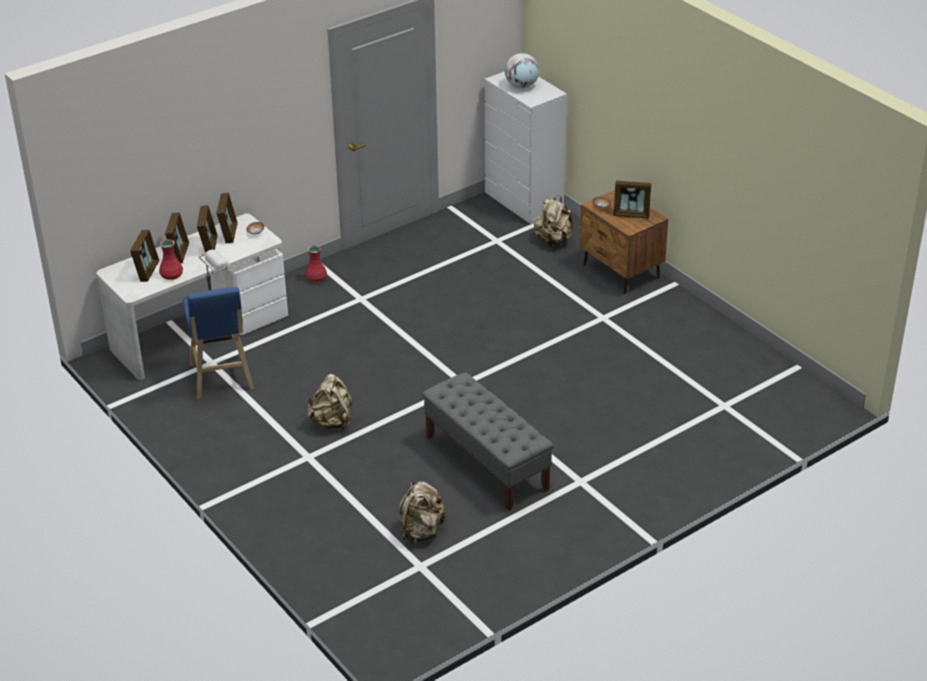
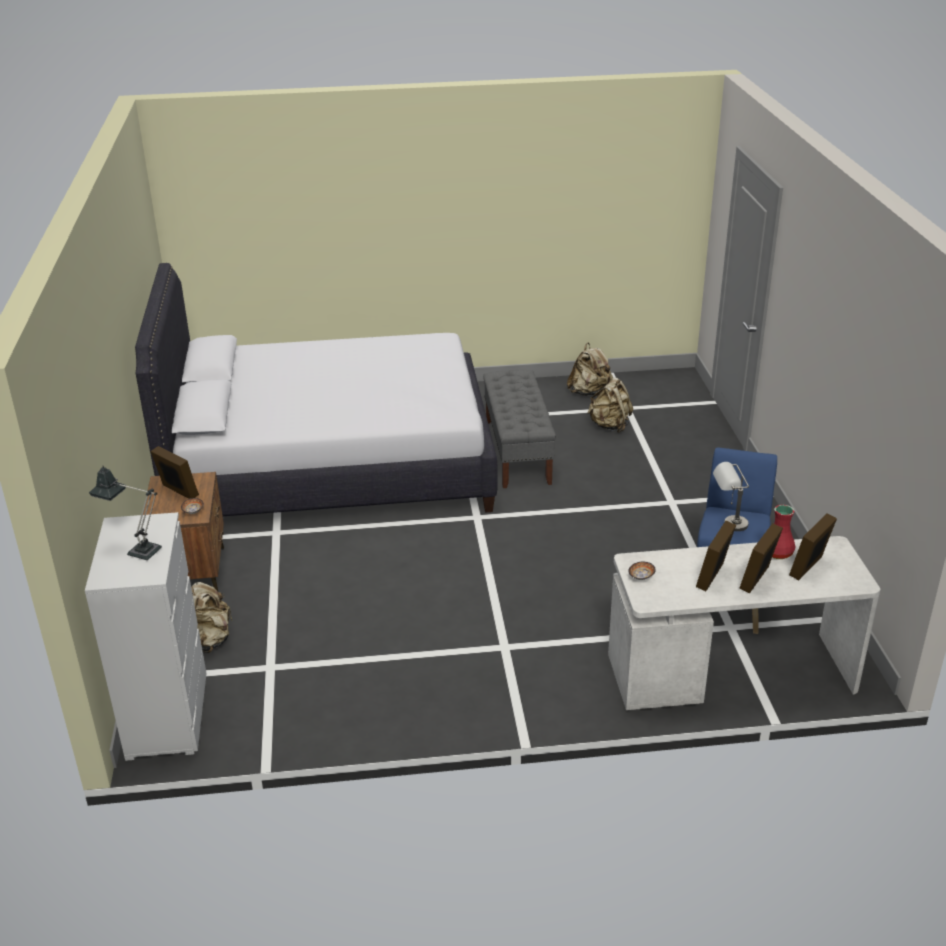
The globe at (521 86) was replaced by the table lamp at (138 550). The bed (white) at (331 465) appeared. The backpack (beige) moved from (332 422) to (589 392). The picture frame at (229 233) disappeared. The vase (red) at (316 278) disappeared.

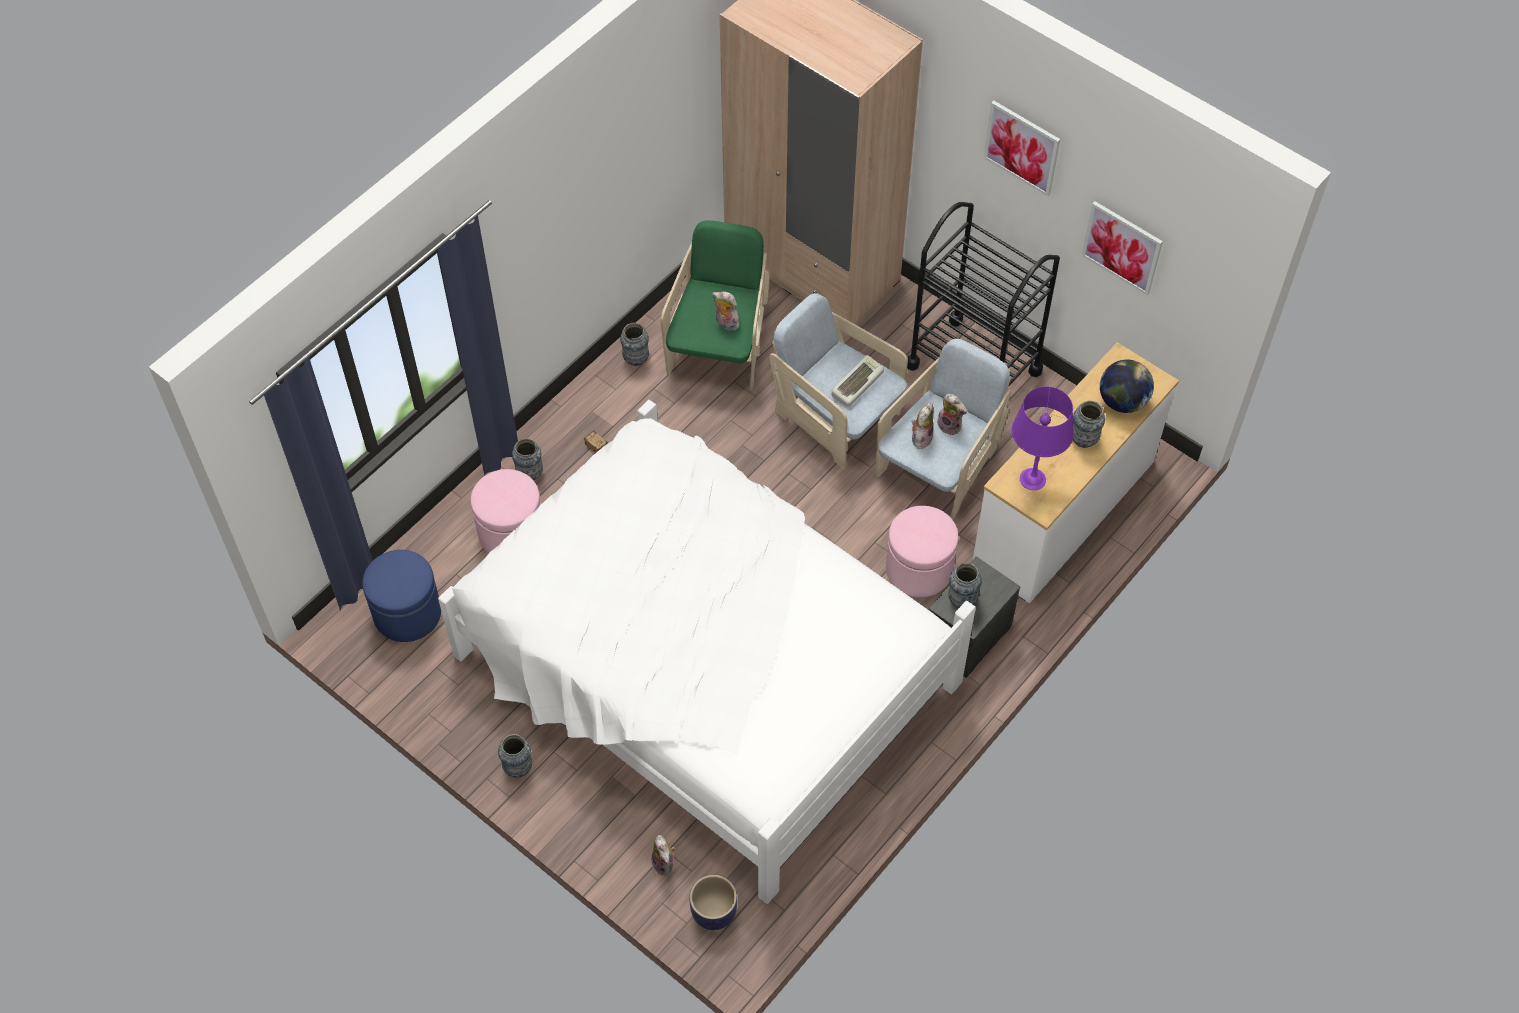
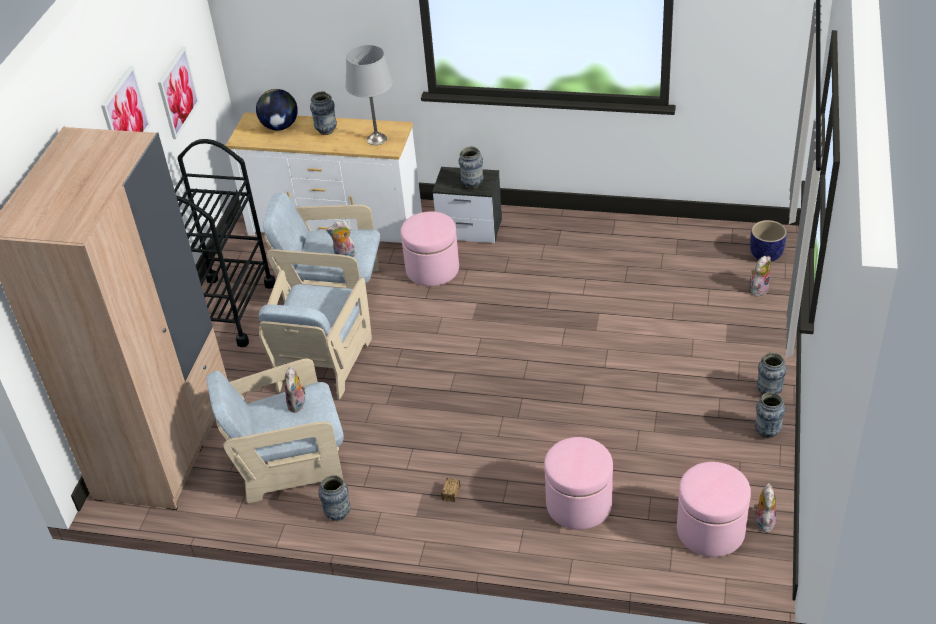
The armchair (green) at (719 347) became the armchair (beige) at (290 464). The table lamp (purple) at (1033 479) became the table lamp (grey) at (376 139). The ottoman (blue) at (407 613) became the ottoman (pink) at (710 530). The plush toy moved from (951 425) to (763 521). The vase moved from (530 474) to (767 432). The bed (white) at (703 669) disappeared. The keyboard at (856 383) disappeared.

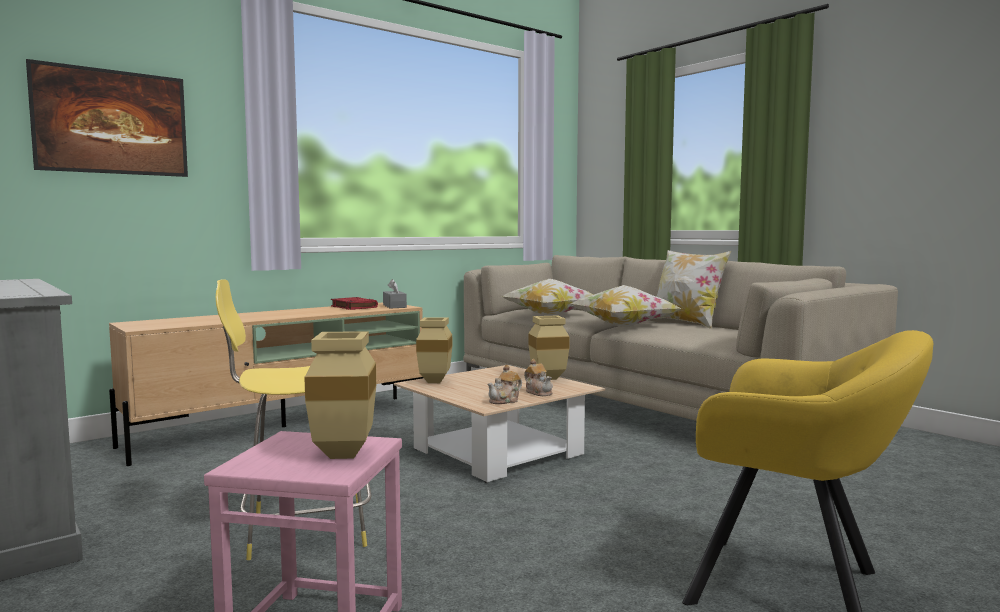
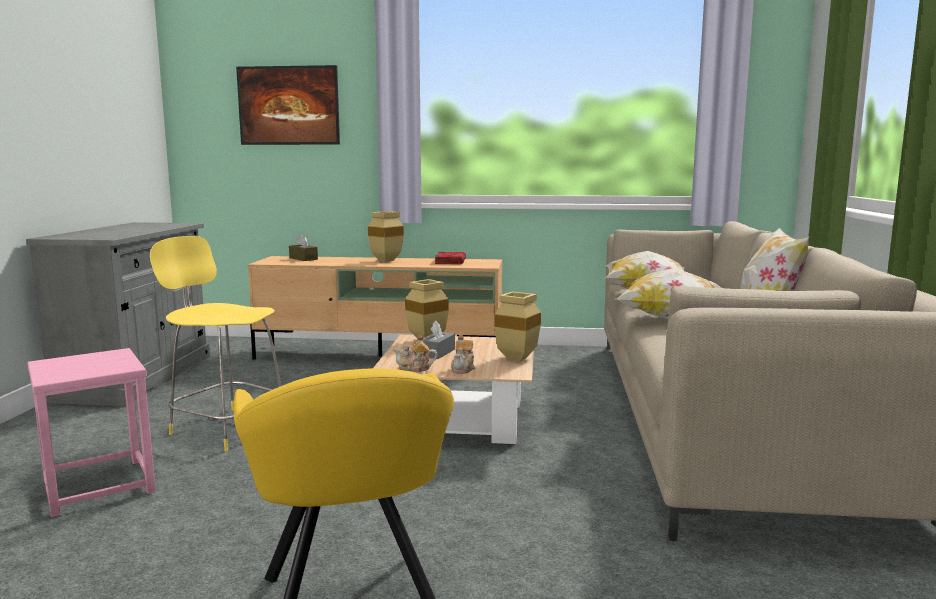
The tissue box (brown) at (303 258) appeared. The vase (beige) moved from (346 455) to (386 261). The tissue box (grey) moved from (394 306) to (437 353).

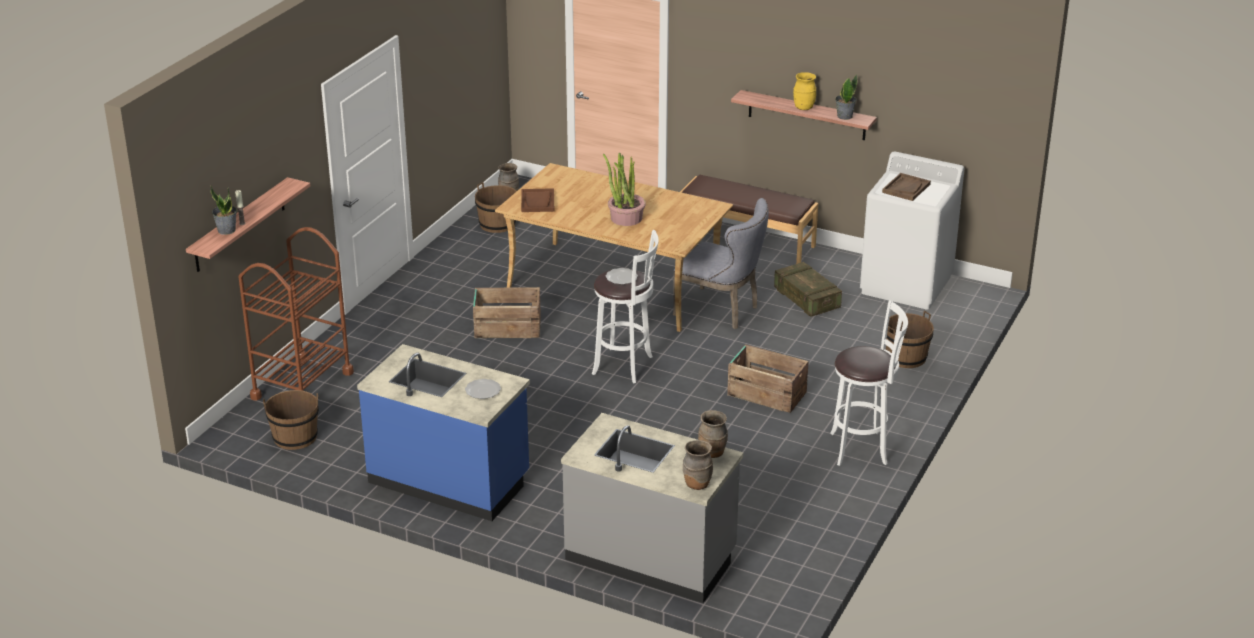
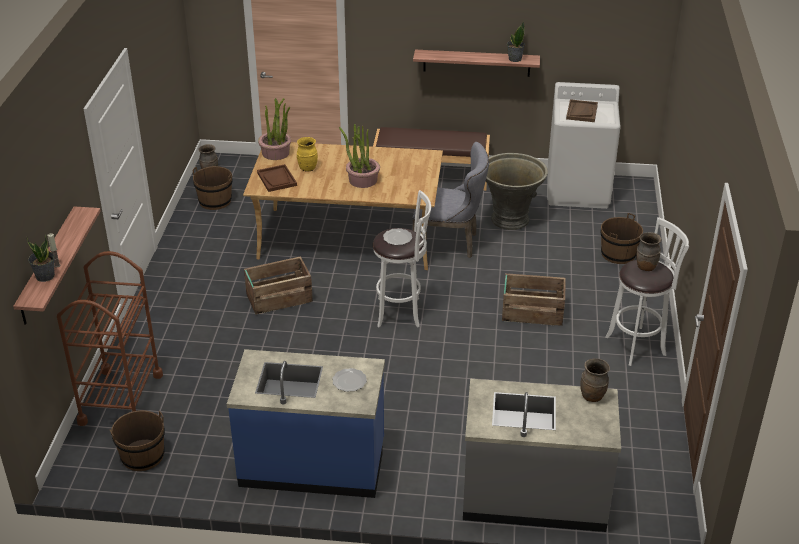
The potted plant at (276 153) appeared. The vase (yellow) moved from (803 107) to (307 168). The crate at (806 299) was replaced by the planter (grey) at (510 219). The vase (brown) moved from (697 484) to (645 267).

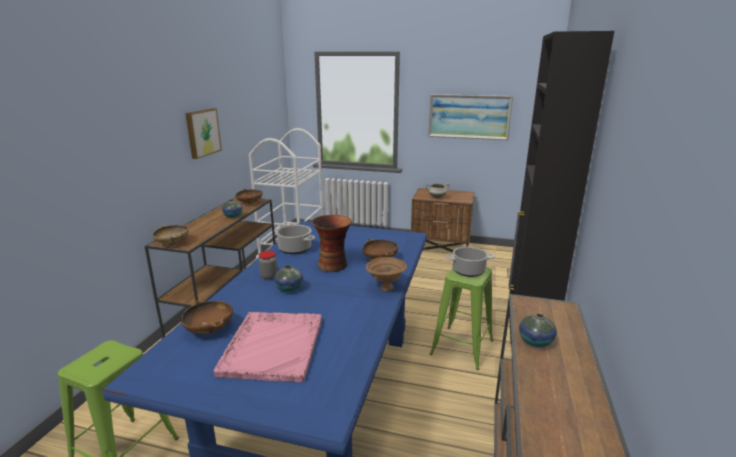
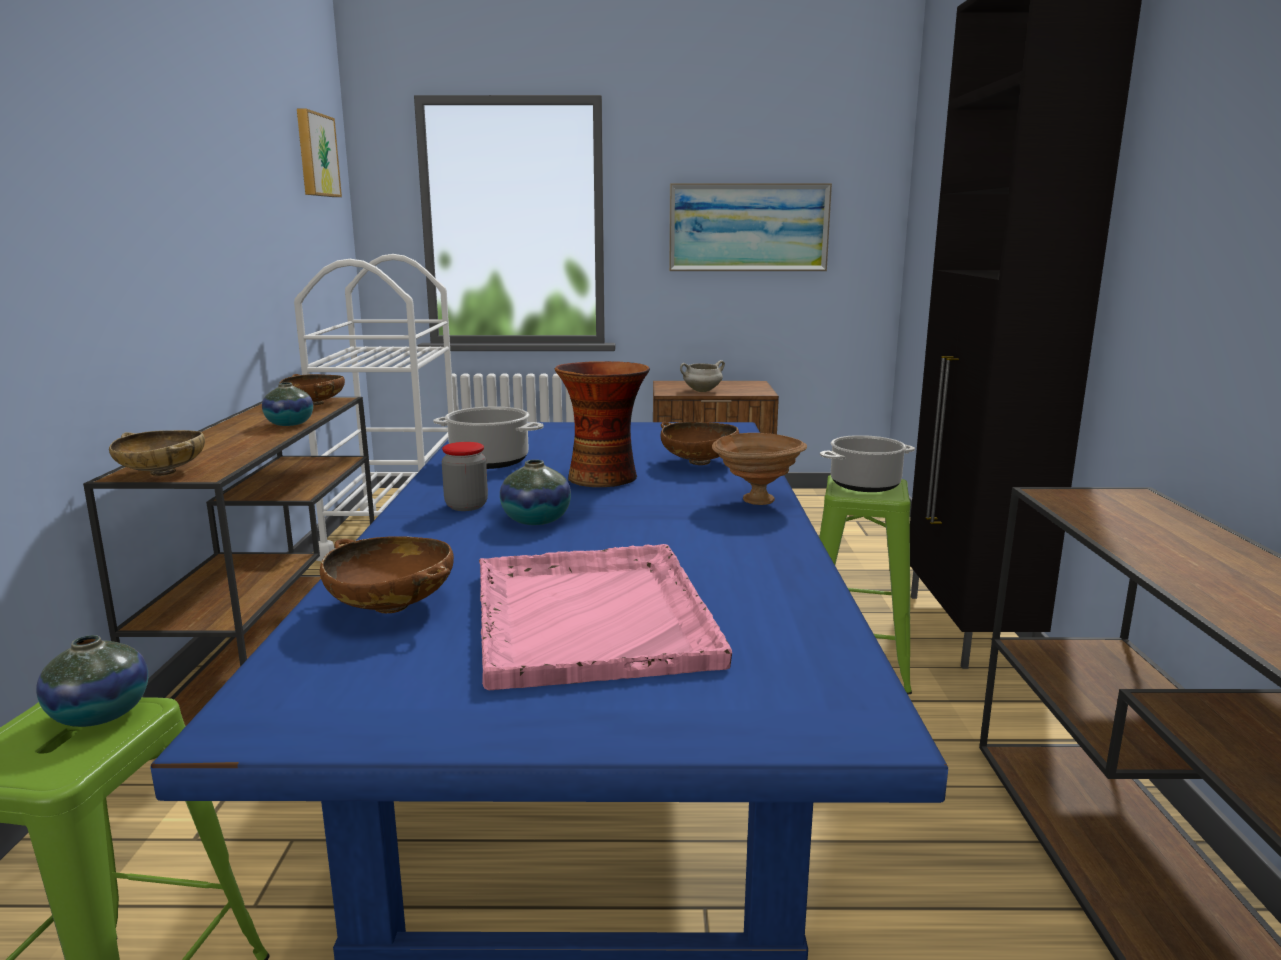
The vase moved from (535 341) to (100 714). The picture moved from (202 132) to (315 155).

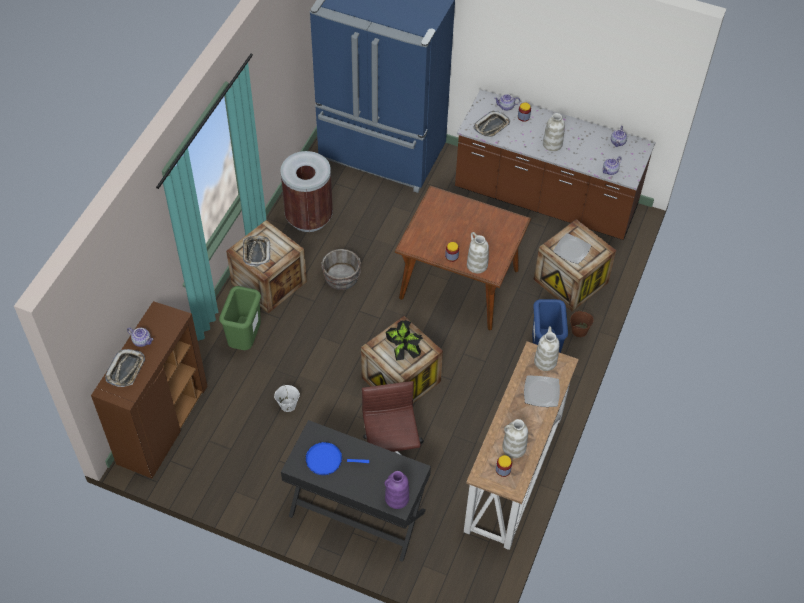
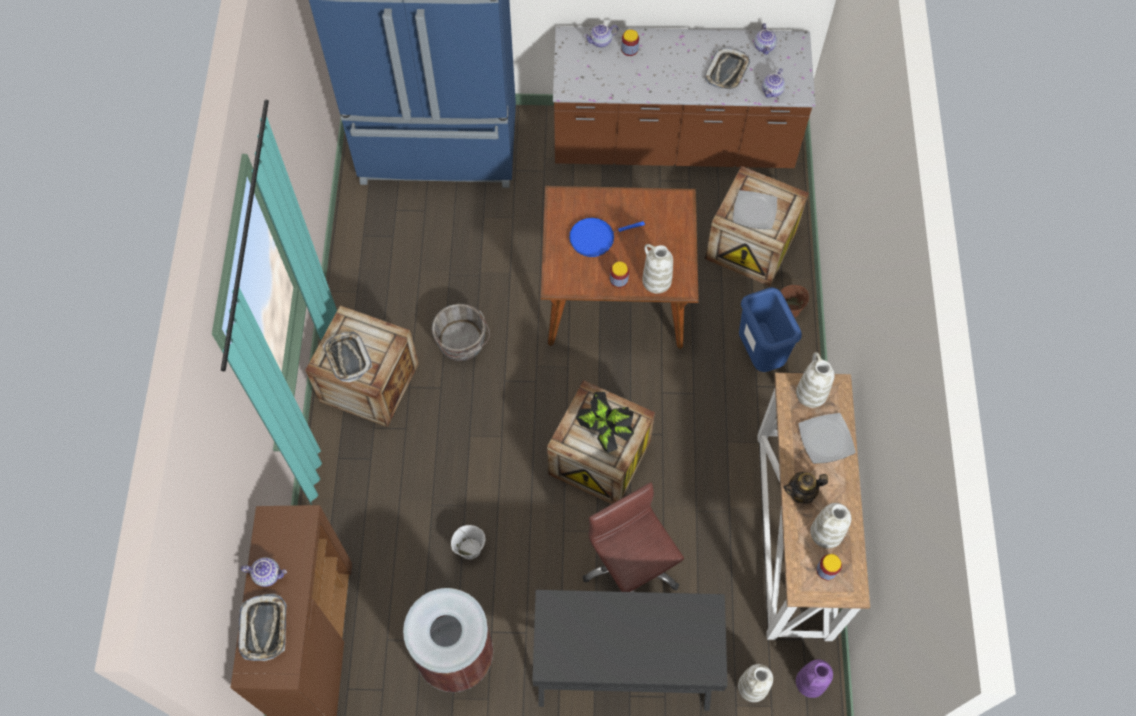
The trash can (brown) moved from (309 217) to (455 656). The frying pan (blue) moved from (327 460) to (595 238). The tray moved from (491 126) to (727 72). The vase (white) moved from (552 144) to (753 687). The teapot at (801 493) appeared. The vase (purple) moved from (396 498) to (810 683). The trash can (green) at (245 340) disappeared.

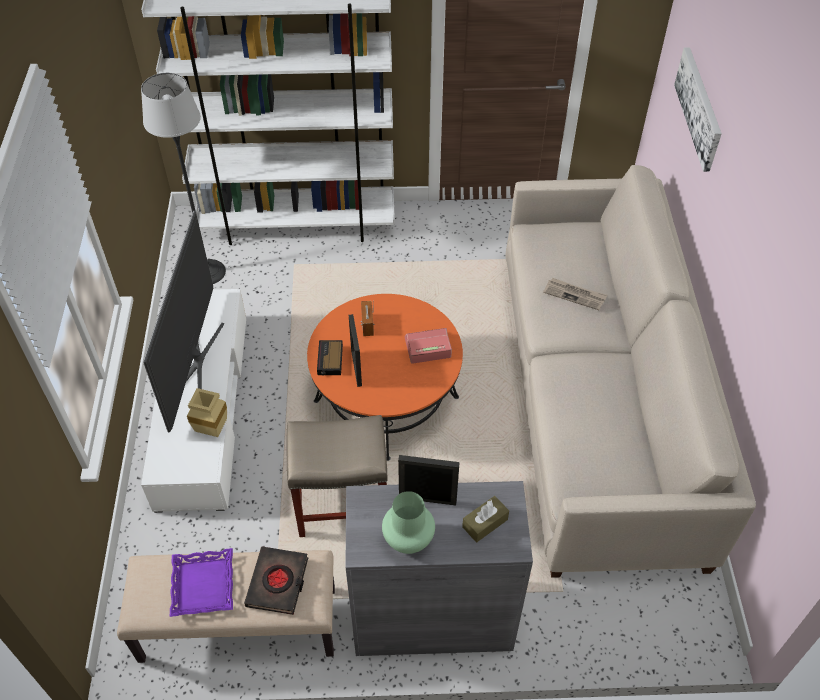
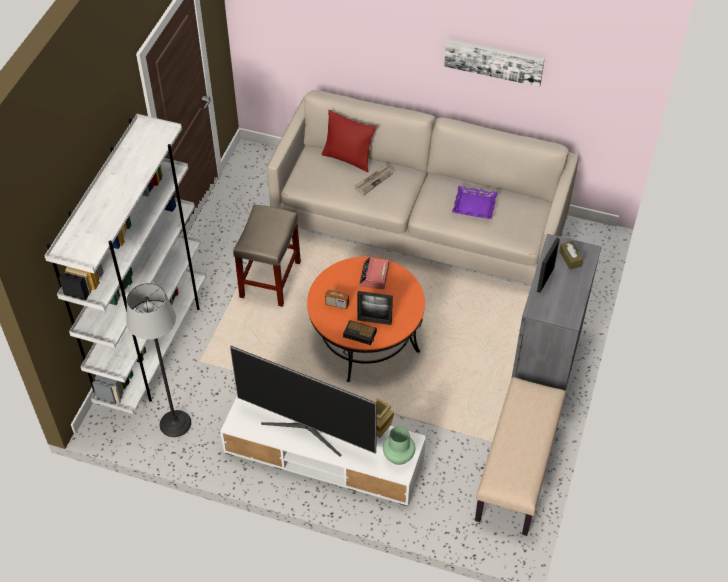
The stool (beige) moved from (341 505) to (270 280). The pillow (red) at (348 159) appeared. The vase (green) moved from (408 539) to (398 456). The picture moved from (699 107) to (494 61). The tray (purple) moved from (202 585) to (474 206). The book (black) at (278 582) disappeared.

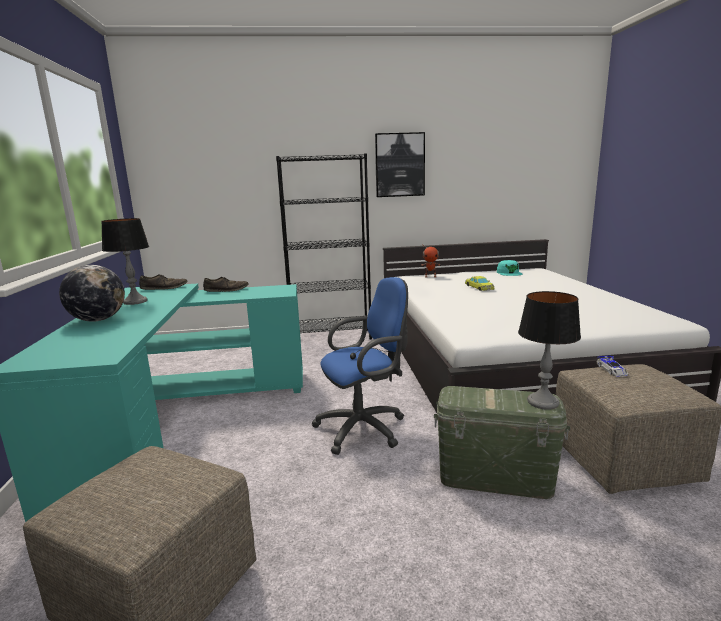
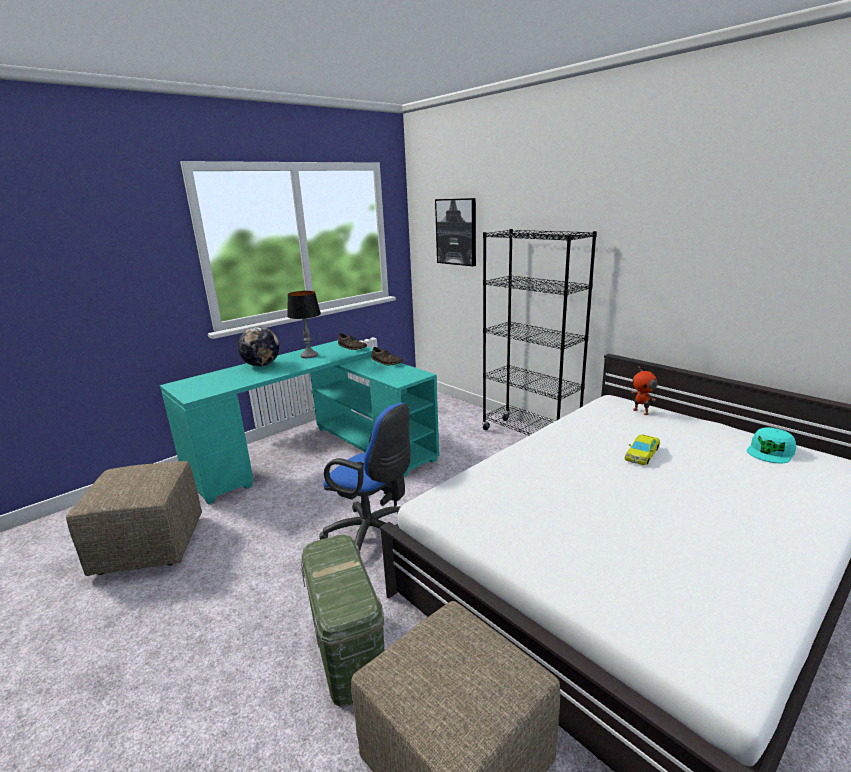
The picture moved from (399 165) to (456 232). The table lamp at (543 402) disappeared. The toy car at (612 370) disappeared.

